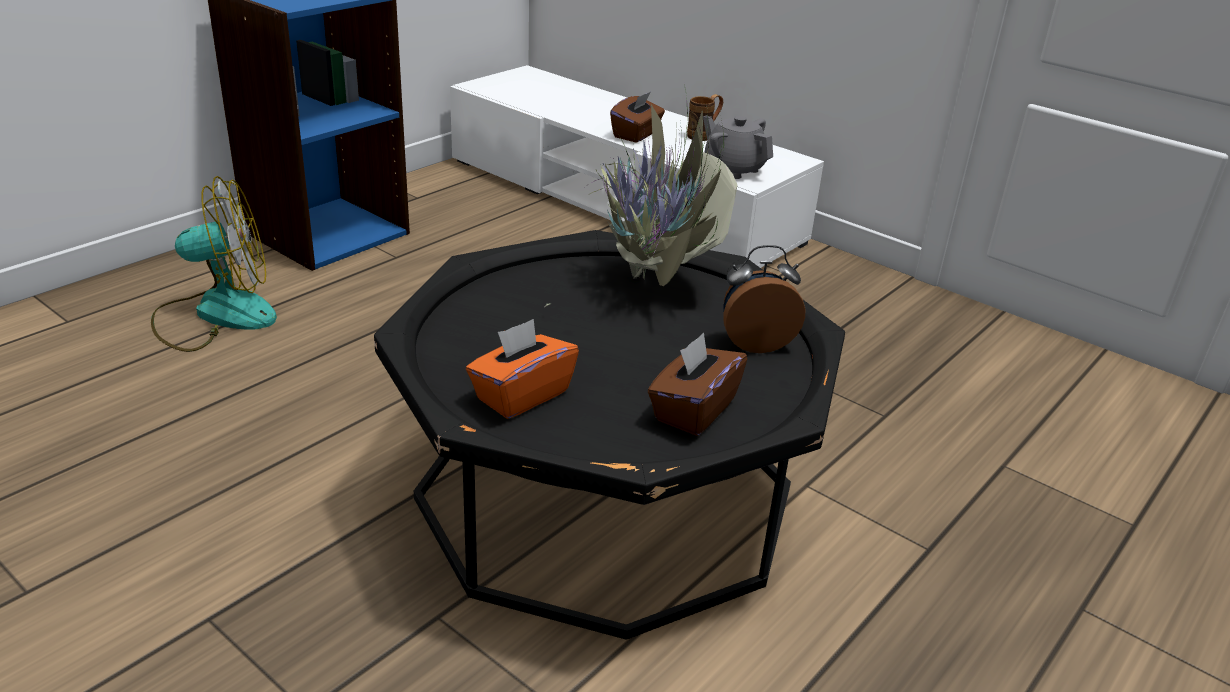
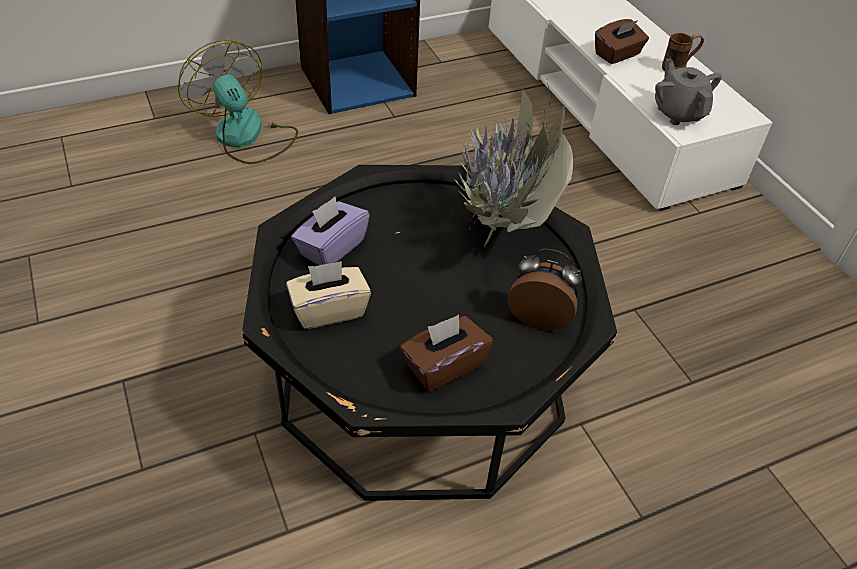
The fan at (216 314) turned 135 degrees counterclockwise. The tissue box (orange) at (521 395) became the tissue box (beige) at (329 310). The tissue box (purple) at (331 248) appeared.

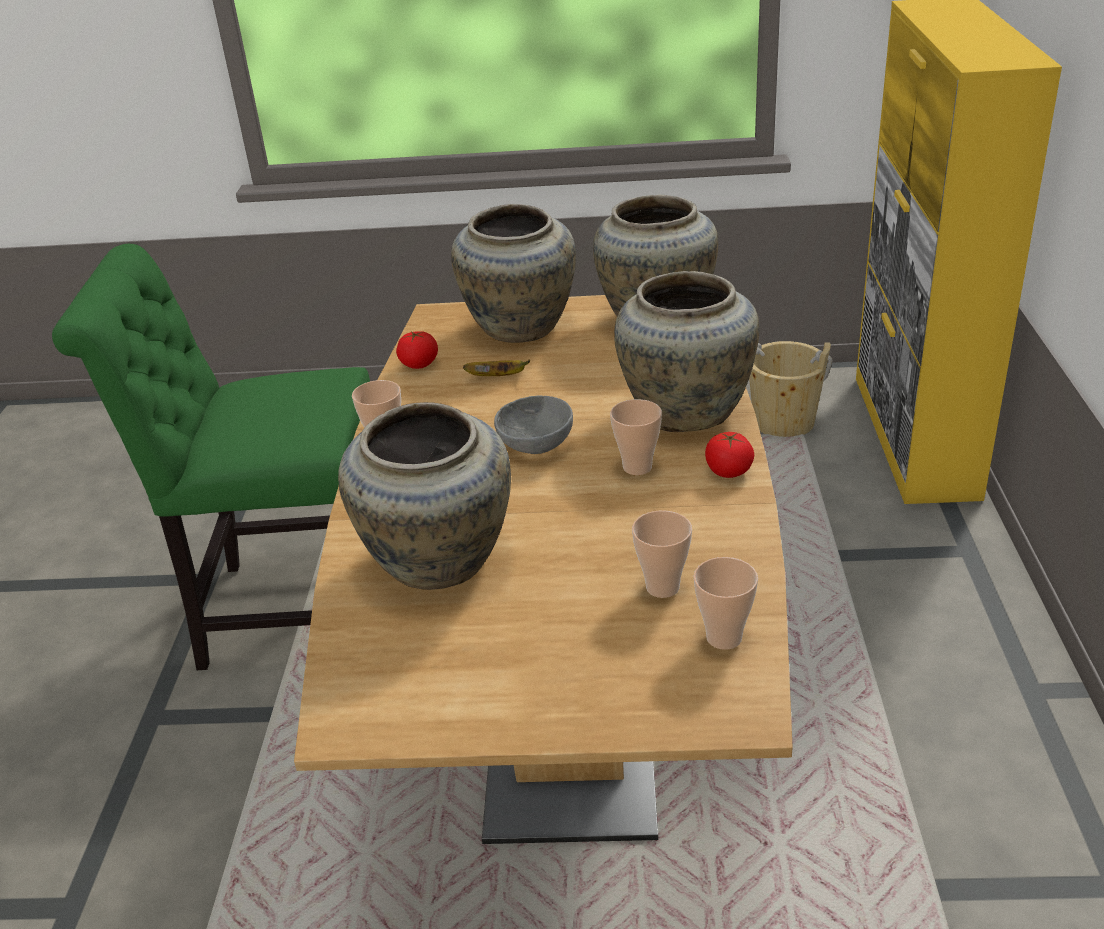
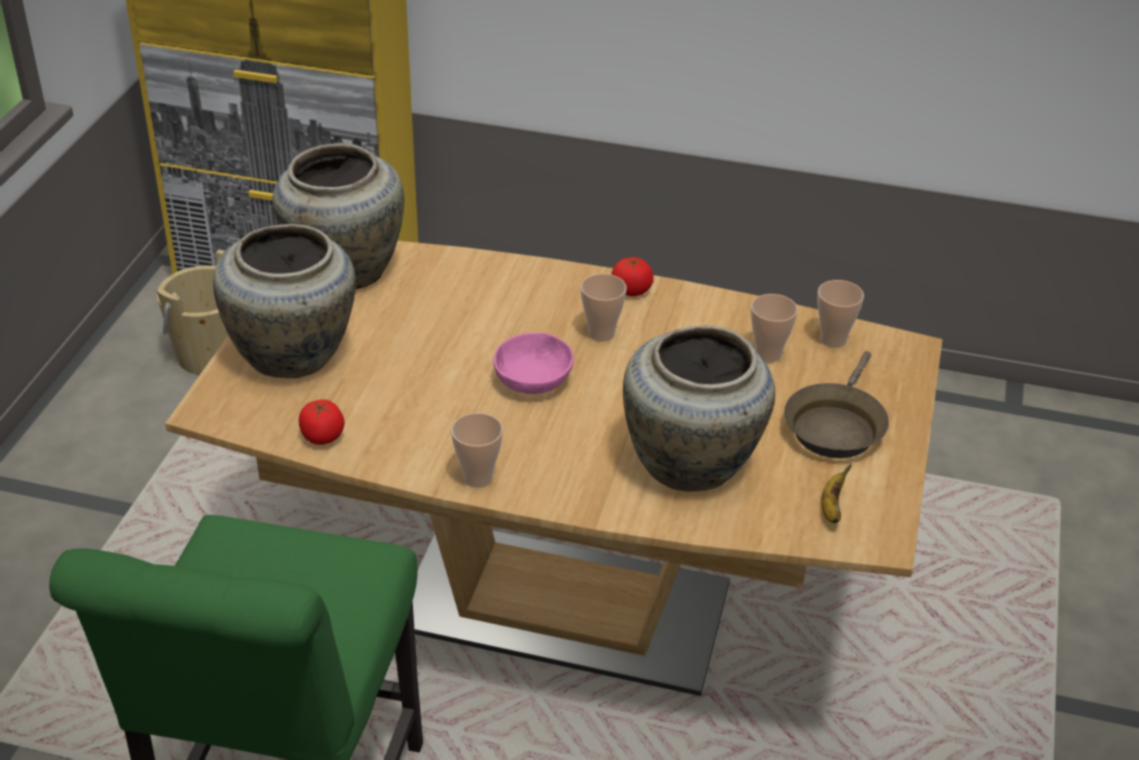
The bowl (grey) at (534 445) became the bowl (pink) at (534 383). The frying pan (brown) at (835 426) appeared. The banana moved from (498 376) to (832 507). The vase (beige) at (686 411) disappeared.

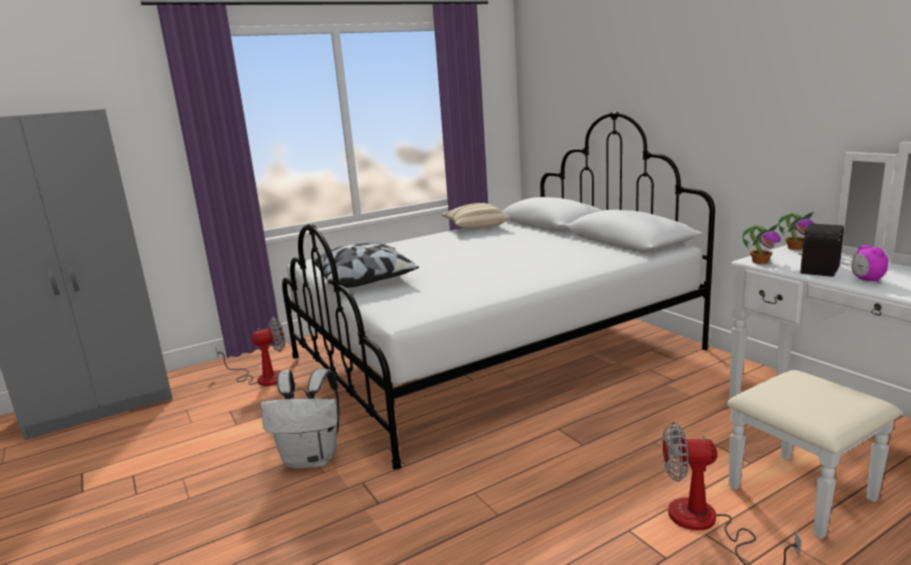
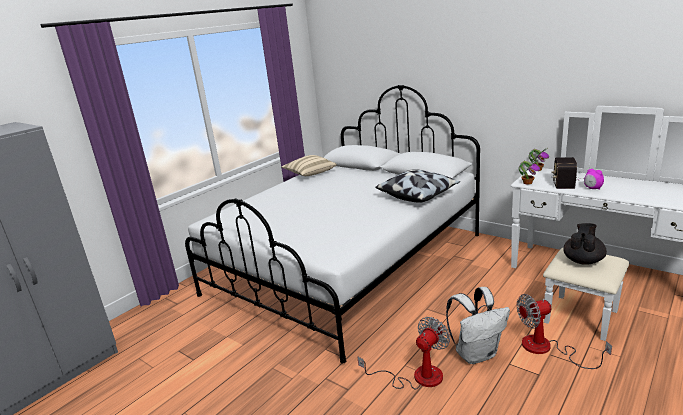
The fan moved from (263 378) to (417 377). The pillow moved from (366 280) to (418 195). The backpack (white) moved from (312 459) to (476 353). The teapot (black) at (583 260) appeared.

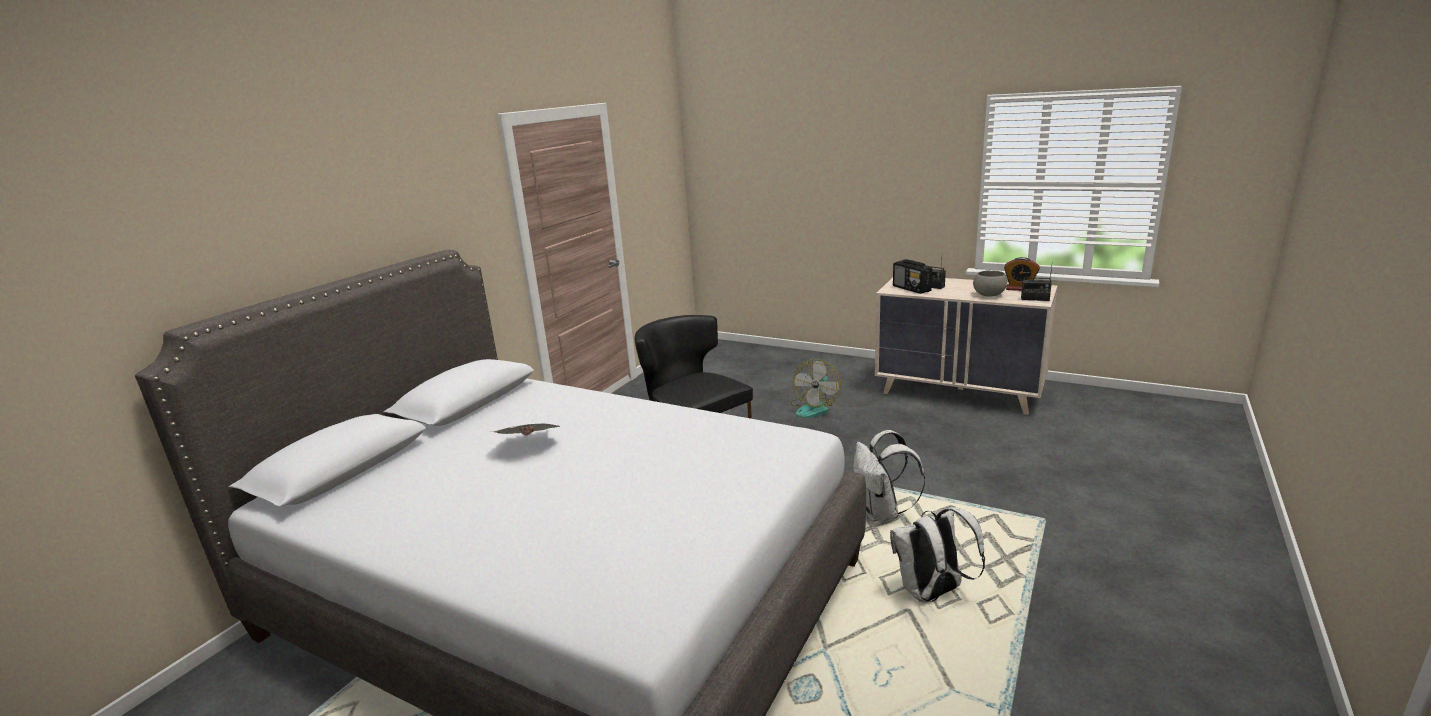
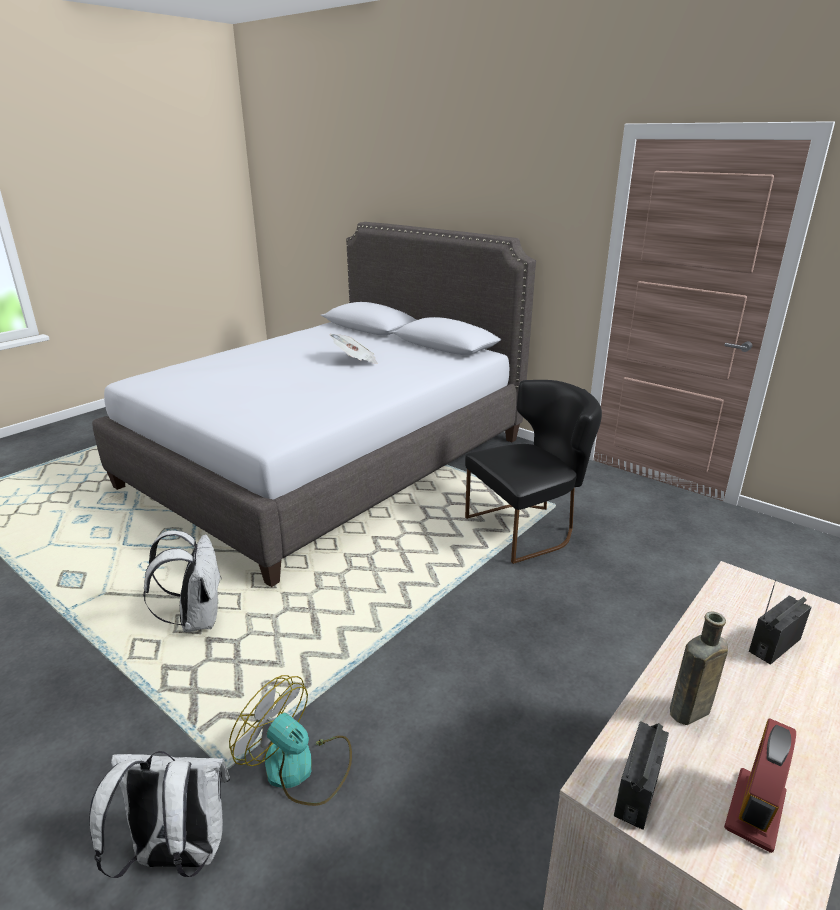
The backpack (white) moved from (882 513) to (177 855). The fan moved from (814 408) to (300 768). The bowl (grey) at (988 295) was replaced by the bottle (brown) at (687 712). The radio at (912 289) disappeared.

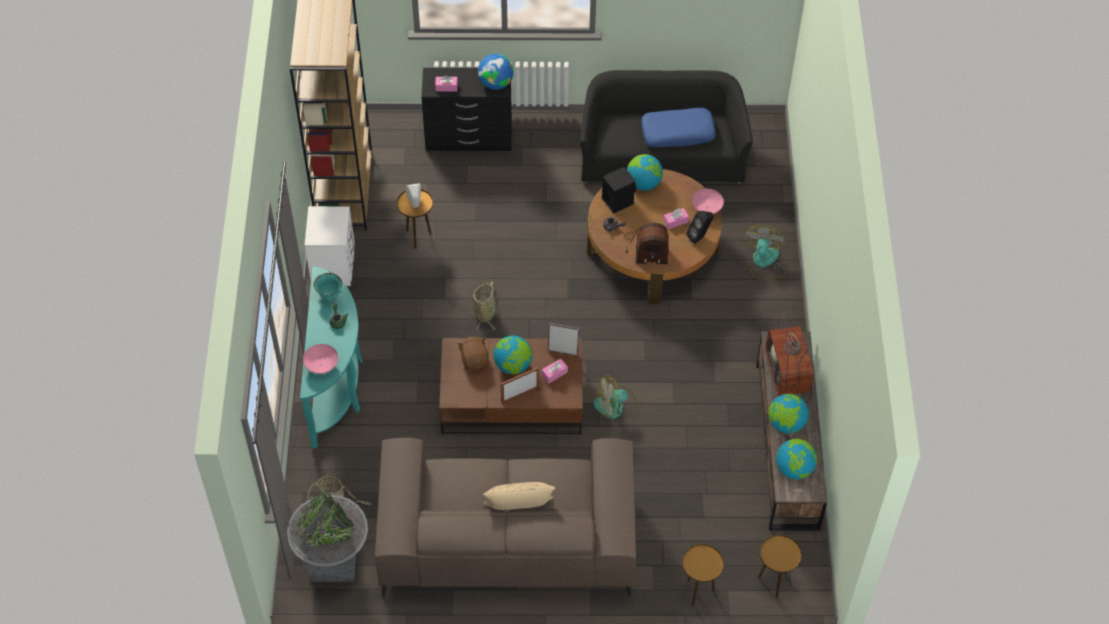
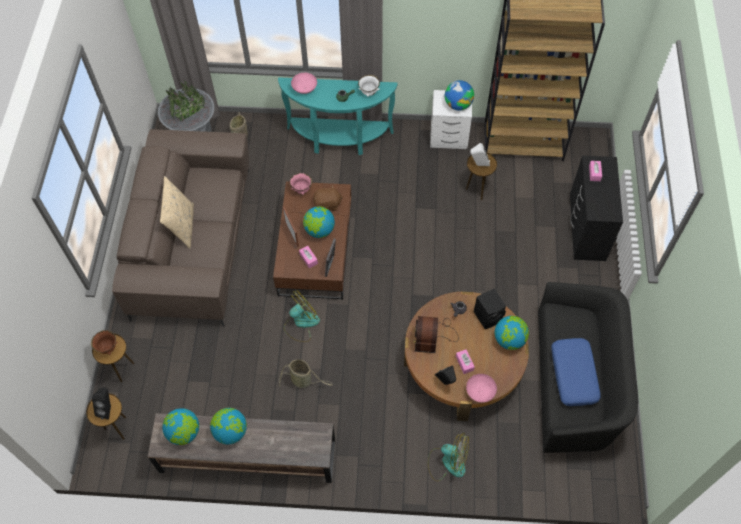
The bowl (brown) at (108 348) appeared. The speaker (black) at (107 409) appeared. The basket moved from (485 312) to (303 381). The fan at (615 406) turned 60 degrees clockwise. The bowl (pink) at (301 190) appeared. The bowl (turquoise) at (329 295) became the bowl (white) at (369 92). The globe moved from (495 83) to (458 105). The television at (789 374) disappeared.

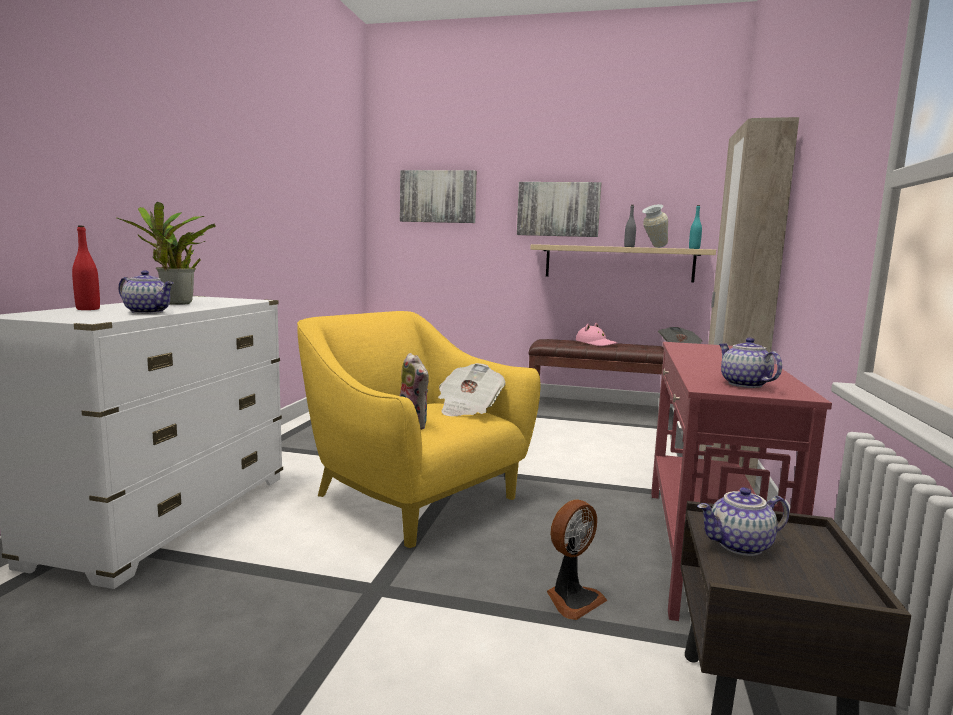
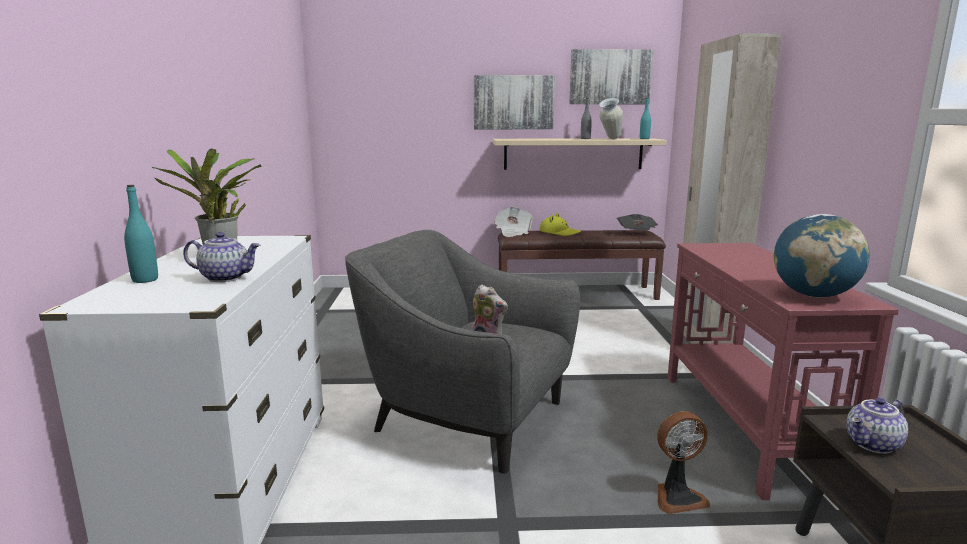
The bottle (red) at (88 309) became the bottle (turquoise) at (145 280). The armchair (yellow) at (413 497) became the armchair (grey) at (467 417). The newspaper moved from (468 408) to (513 233). The hat (pink) at (596 343) became the hat (yellow) at (559 232). The picture moved from (438 196) to (610 77). The fan at (572 599) turned 45 degrees clockwise. The teapot at (743 384) was replaced by the globe at (814 295).

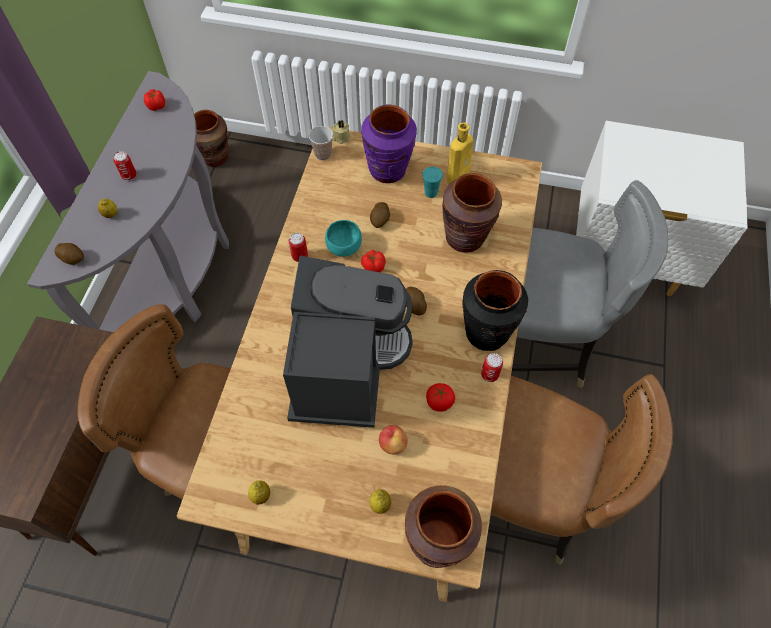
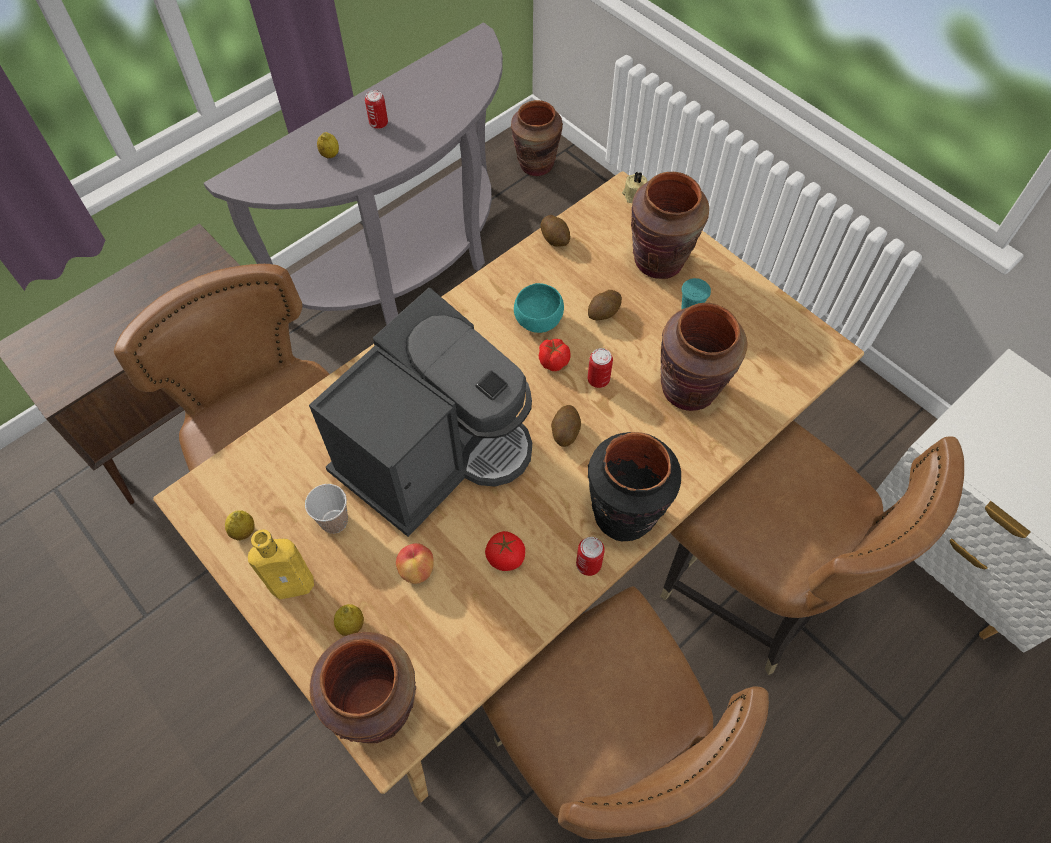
The bottle (yellow) moved from (458 177) to (295 584). The cup moved from (323 154) to (334 521). The potato moved from (73 258) to (555 238). The can moved from (299 256) to (598 379). The vase (purple) at (388 170) became the vase (brown) at (659 261). The chair (grey) at (538 346) became the chair (brown) at (751 590). The tomato at (157 106) disappeared.

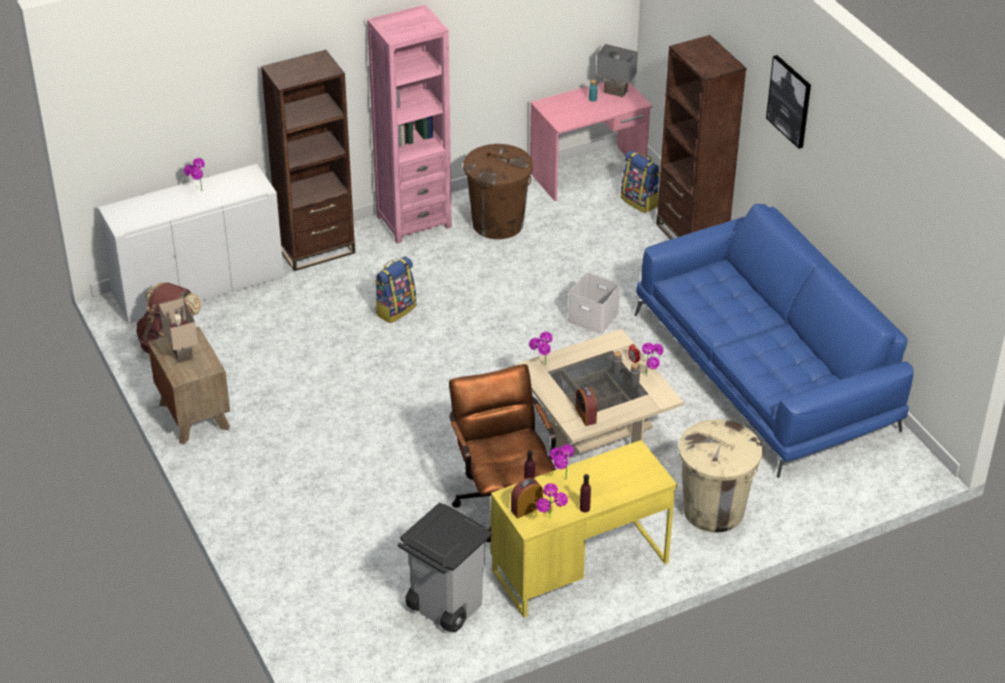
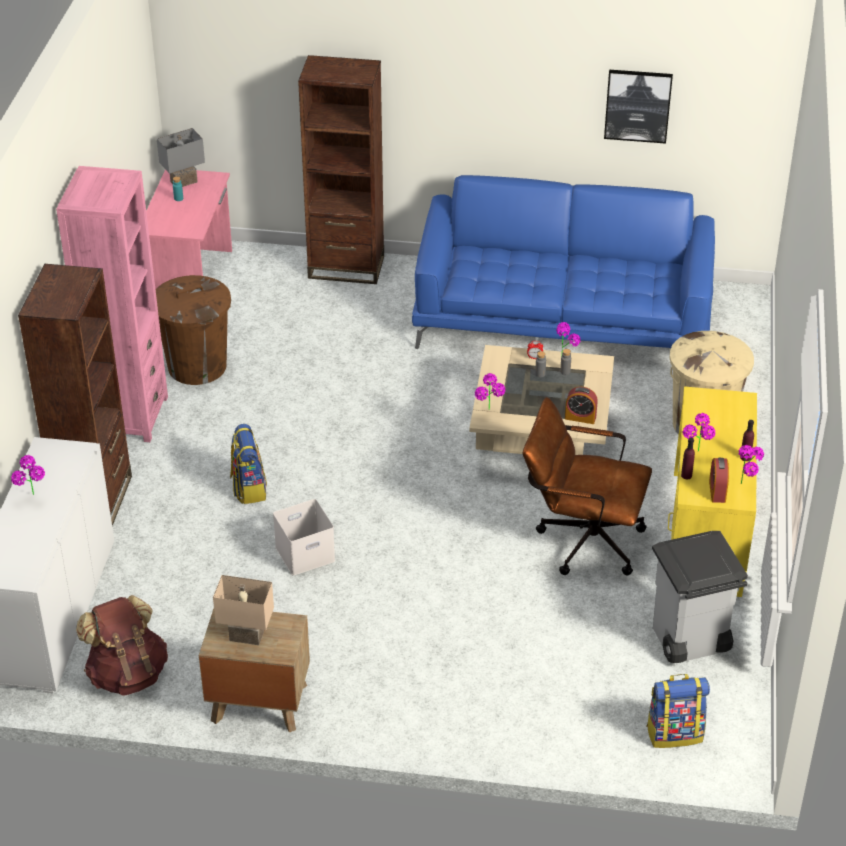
The storage box (white) moved from (594 317) to (305 552). The picture moved from (790 101) to (638 105). The backpack moved from (640 201) to (675 733).

